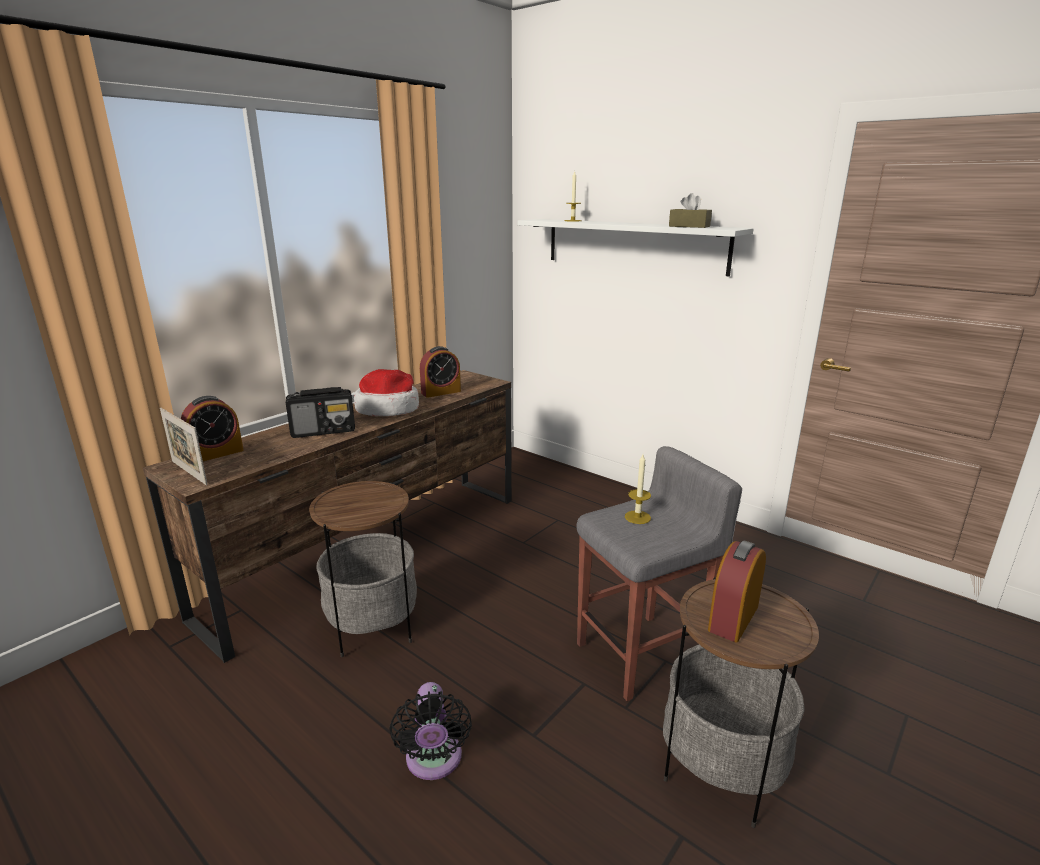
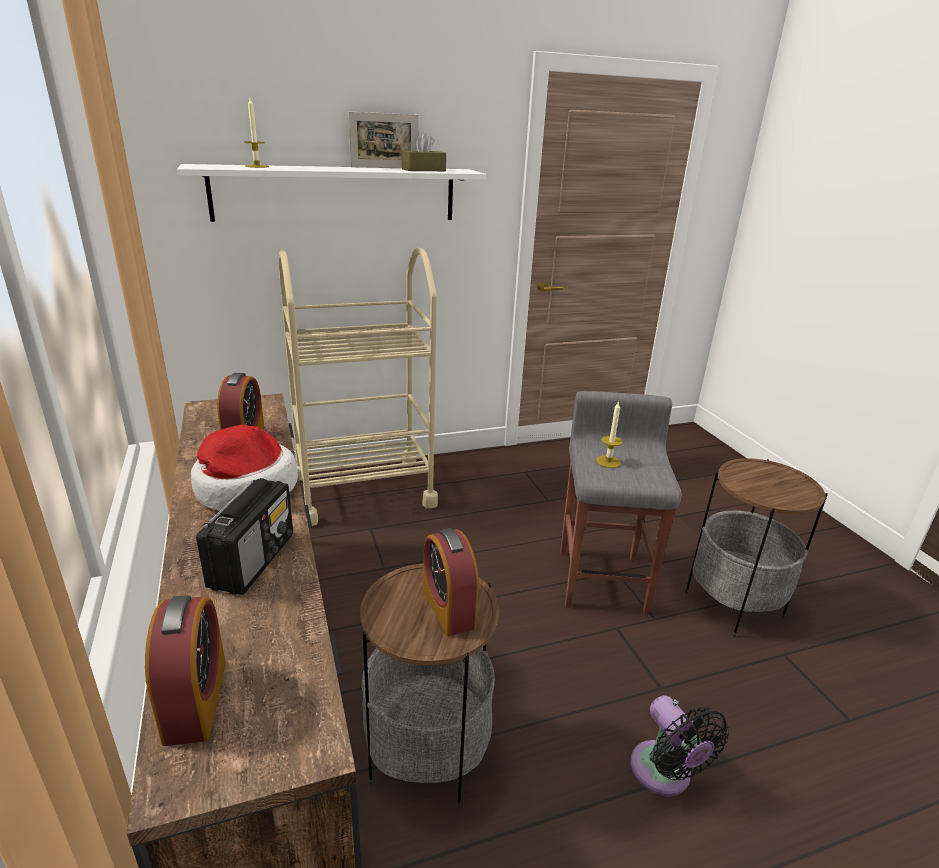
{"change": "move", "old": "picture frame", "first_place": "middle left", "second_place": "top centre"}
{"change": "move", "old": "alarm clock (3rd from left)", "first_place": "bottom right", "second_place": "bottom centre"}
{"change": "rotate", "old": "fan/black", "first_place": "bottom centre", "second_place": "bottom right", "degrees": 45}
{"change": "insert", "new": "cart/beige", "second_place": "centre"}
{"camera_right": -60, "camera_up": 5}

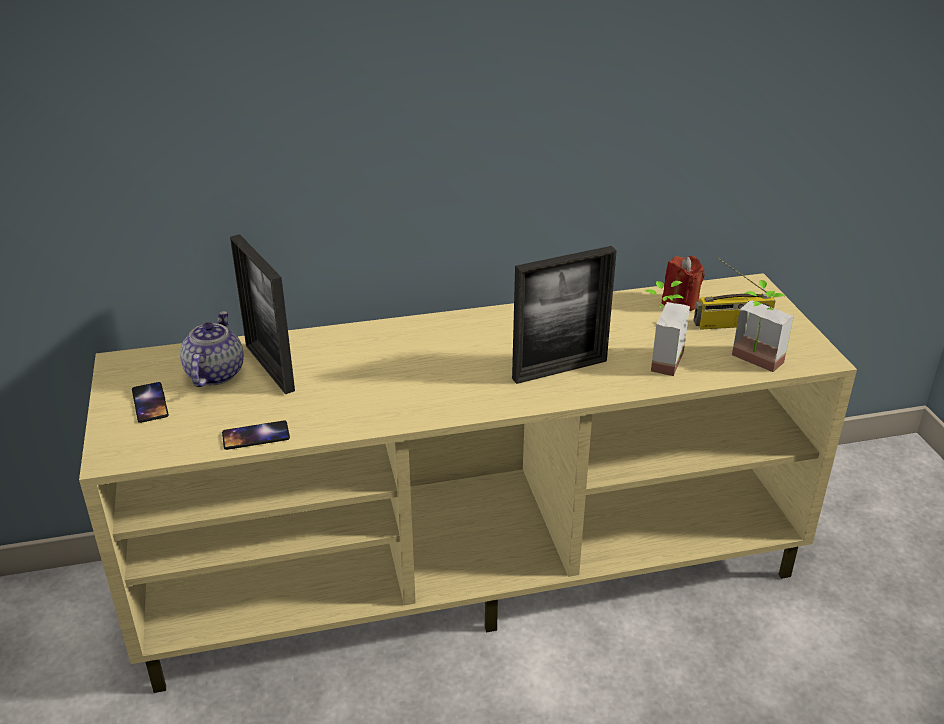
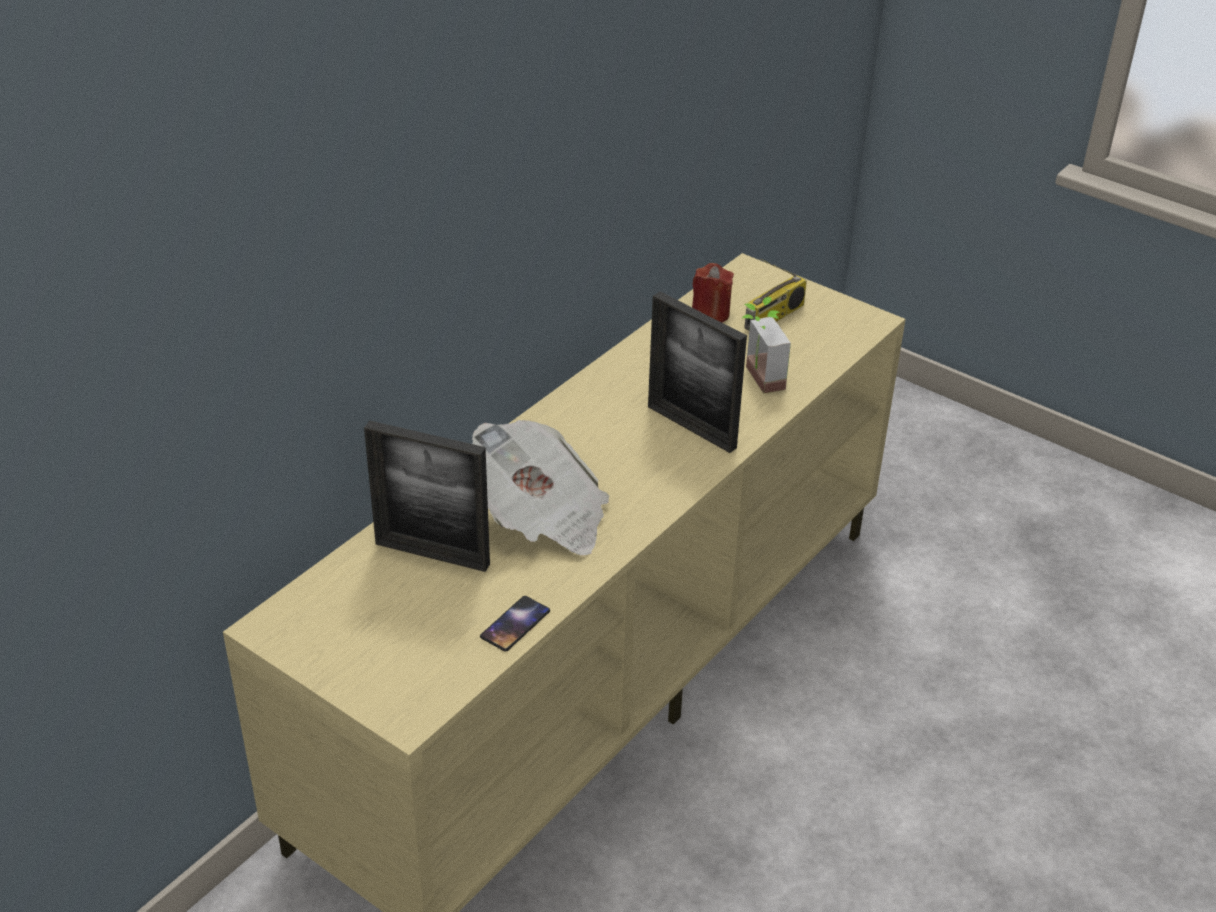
{"change": "rotate", "old": "picture frame (2nd from left)", "first_place": "centre", "second_place": "centre", "degrees": 105}
{"change": "delete", "old": "potted plant (2nd from left)", "first_place": "middle right"}
{"change": "delete", "old": "teapot", "first_place": "middle left"}
{"change": "delete", "old": "phone (1st from left)", "first_place": "middle left"}
{"change": "insert", "new": "newspaper", "second_place": "centre"}
{"camera_right": -40, "camera_up": 5}

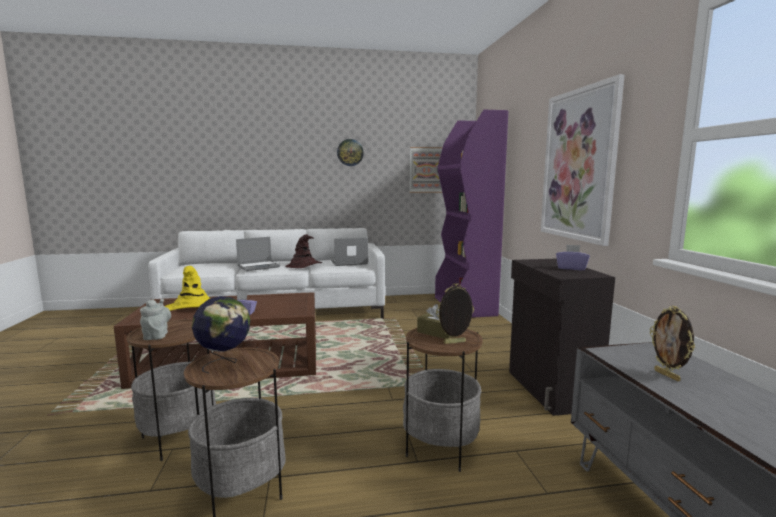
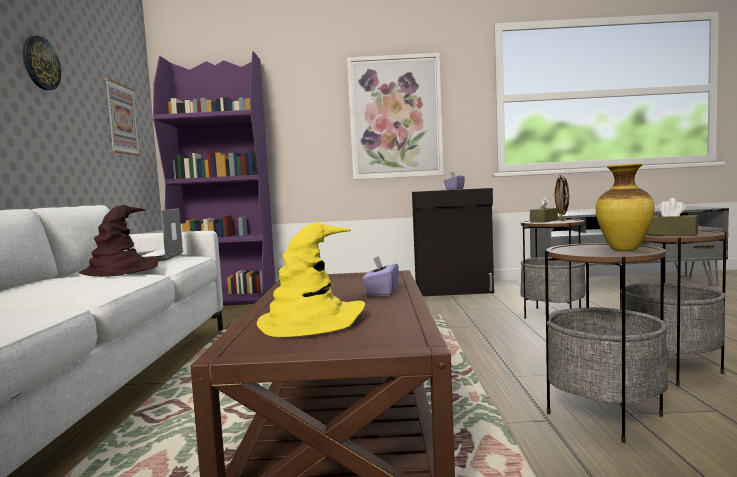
{"change": "delete", "old": "laptop (1st from left)", "first_place": "middle left"}
{"change": "replace", "old": "globe", "new": "tissue box/brown (2nd from left)", "first_place": "middle left", "second_place": "middle right"}
{"change": "replace", "old": "teapot/grey", "new": "vase", "first_place": "middle left", "second_place": "middle right"}
{"change": "delete", "old": "picture frame (2nd from left)", "first_place": "middle right"}
{"camera_right": -80, "camera_up": -5}

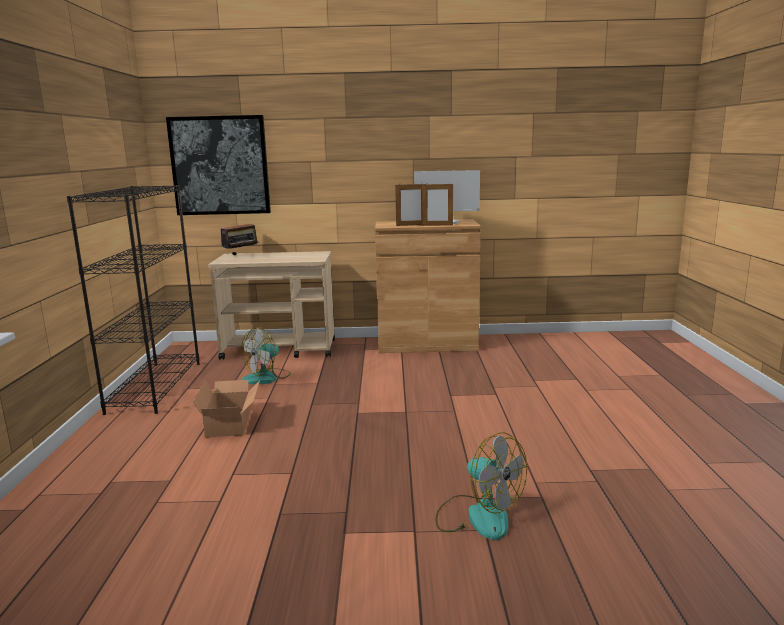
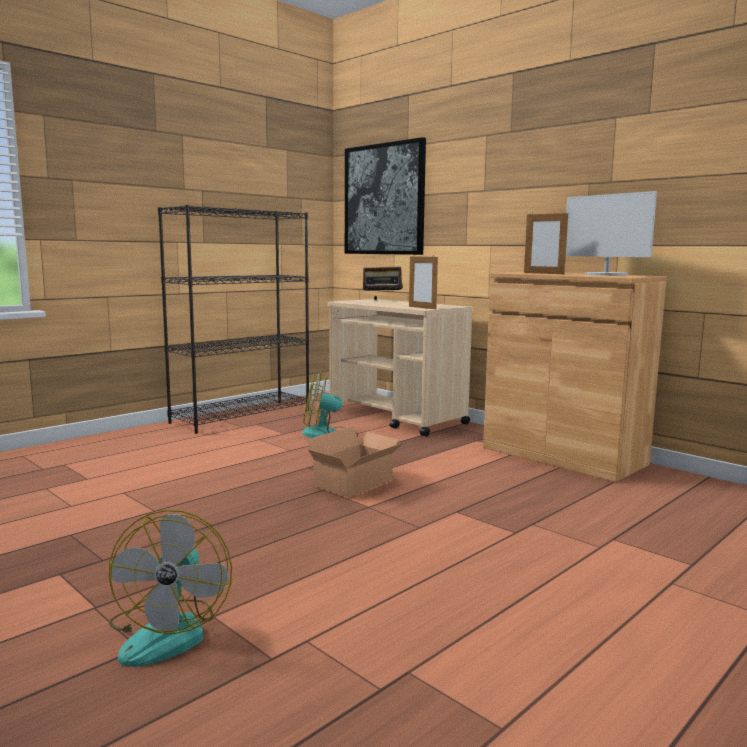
{"change": "move", "old": "picture frame (2nd from left in the first image)", "new": "picture frame (1st from left)", "first_place": "top centre", "second_place": "centre"}
{"change": "move", "old": "cardboard box", "first_place": "middle left", "second_place": "centre"}
{"camera_right": 45, "camera_up": -5}

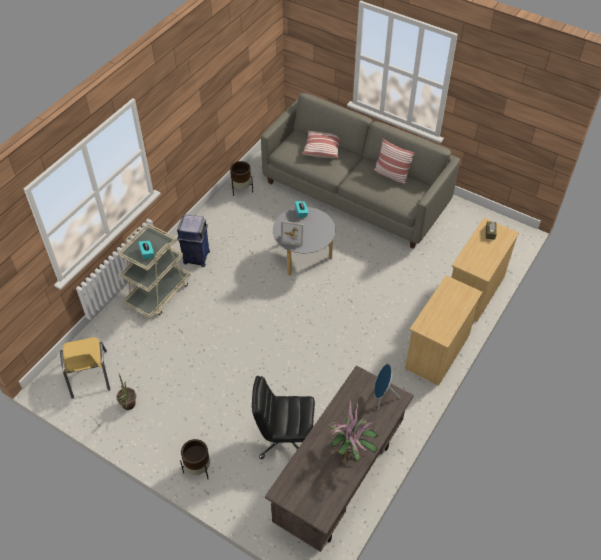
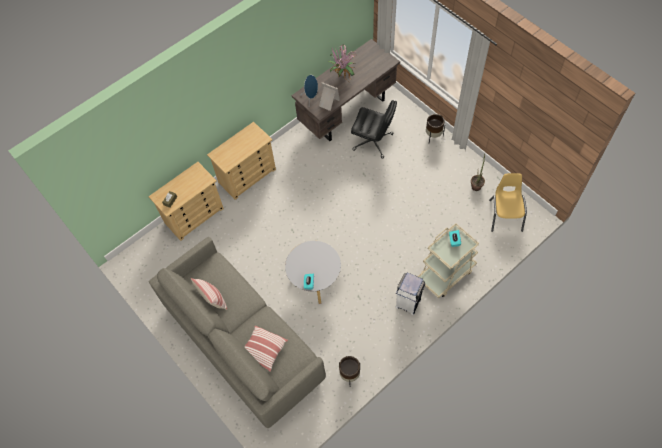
{"change": "recolor", "old": "trash can/blue", "new": "trash can/white", "first_place": "middle left", "second_place": "centre"}
{"change": "move", "old": "picture frame", "first_place": "centre", "second_place": "top centre"}
{"camera_right": -160, "camera_up": 10}

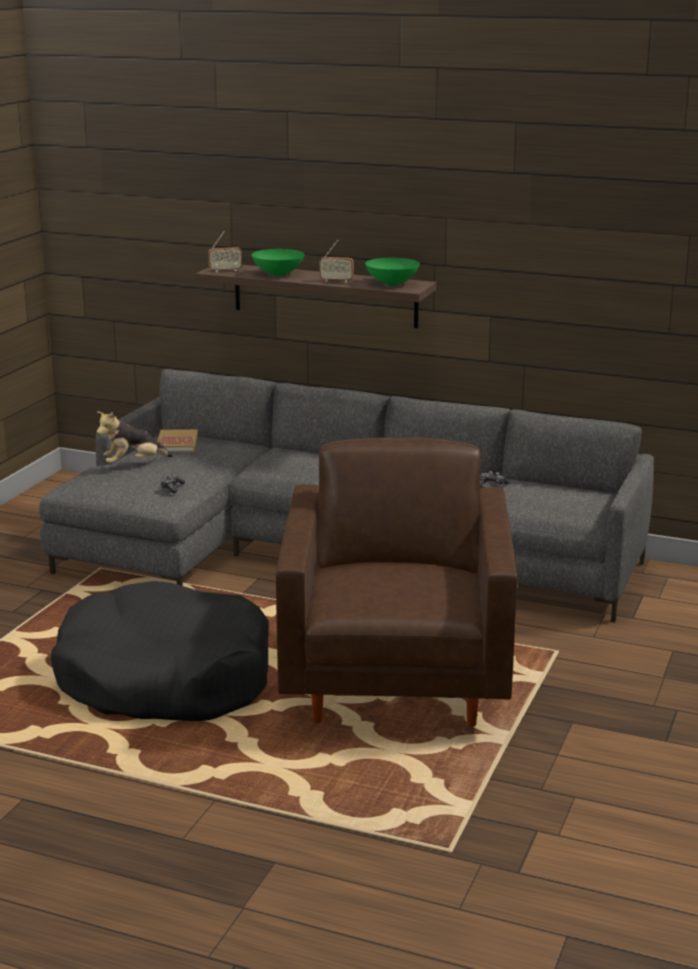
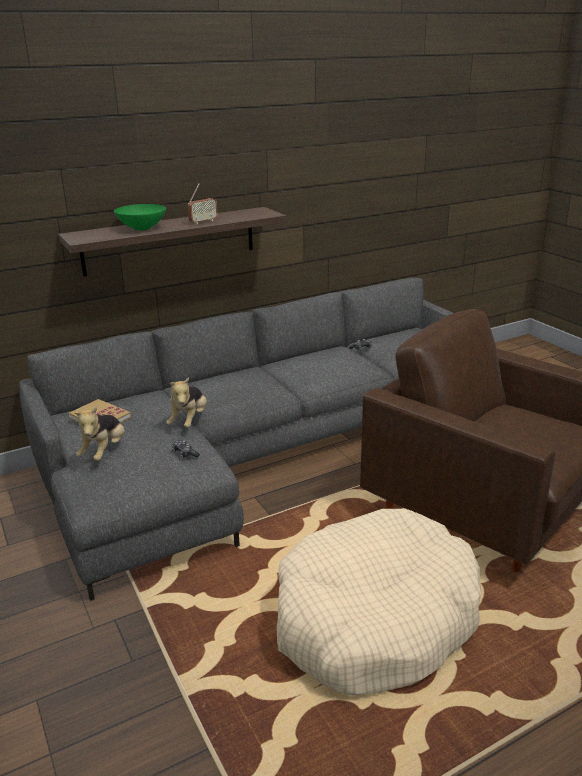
{"change": "delete", "old": "radio (1st from left)", "first_place": "top left"}
{"change": "delete", "old": "bowl/green (2nd from left)", "first_place": "top centre"}
{"change": "recolor", "old": "dog bed/black", "new": "dog bed/beige", "first_place": "bottom left", "second_place": "bottom centre"}
{"change": "insert", "new": "plush toy (2nd from left)", "second_place": "middle left"}
{"camera_right": -50, "camera_up": 5}

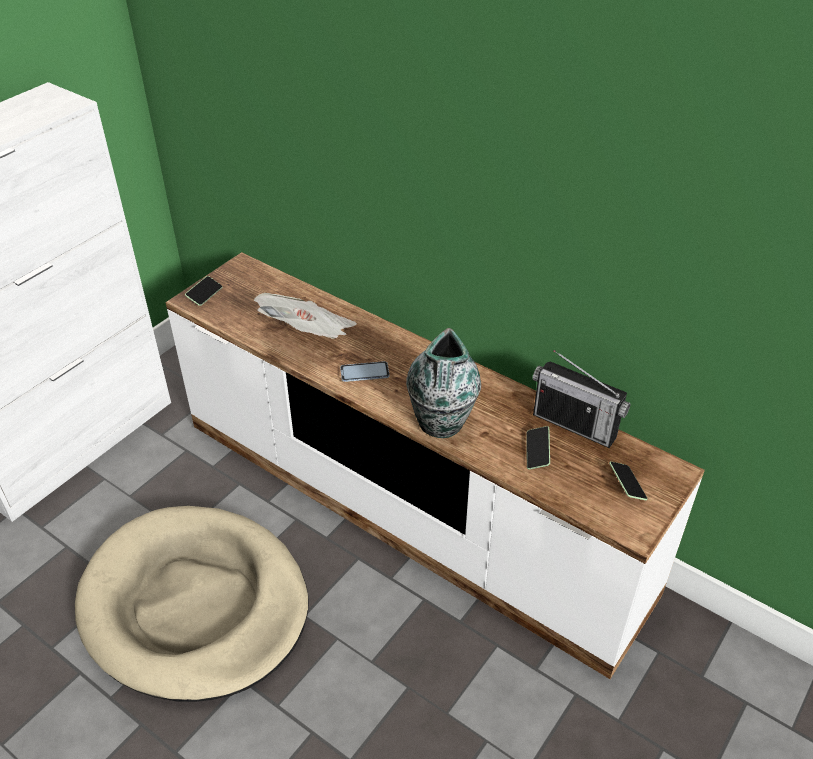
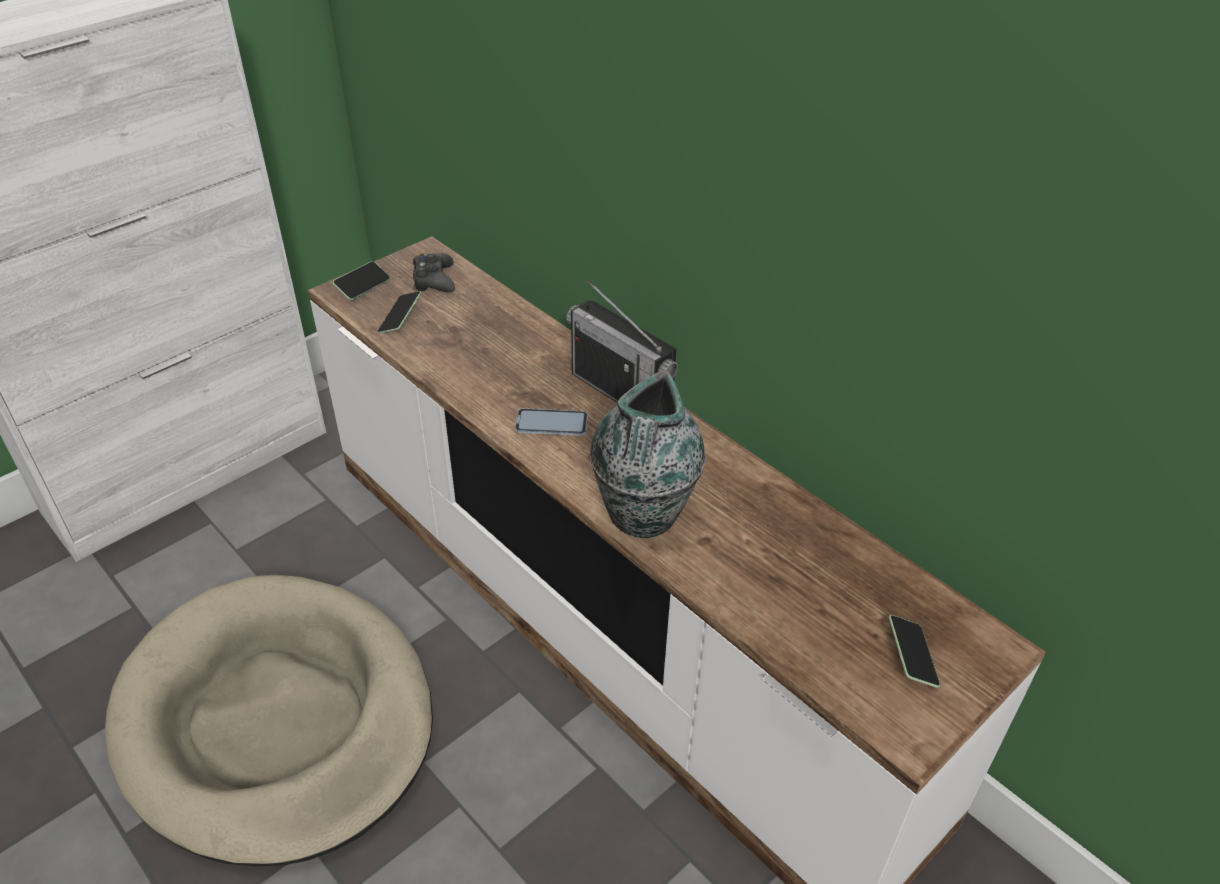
{"change": "delete", "old": "newspaper", "first_place": "centre"}
{"change": "move", "old": "radio", "first_place": "middle right", "second_place": "centre"}
{"change": "move", "old": "phone (3rd from left in the first image)", "new": "phone (2nd from left)", "first_place": "centre", "second_place": "middle left"}
{"change": "insert", "new": "game controller/black", "second_place": "top centre"}
{"camera_right": 10, "camera_up": 0}

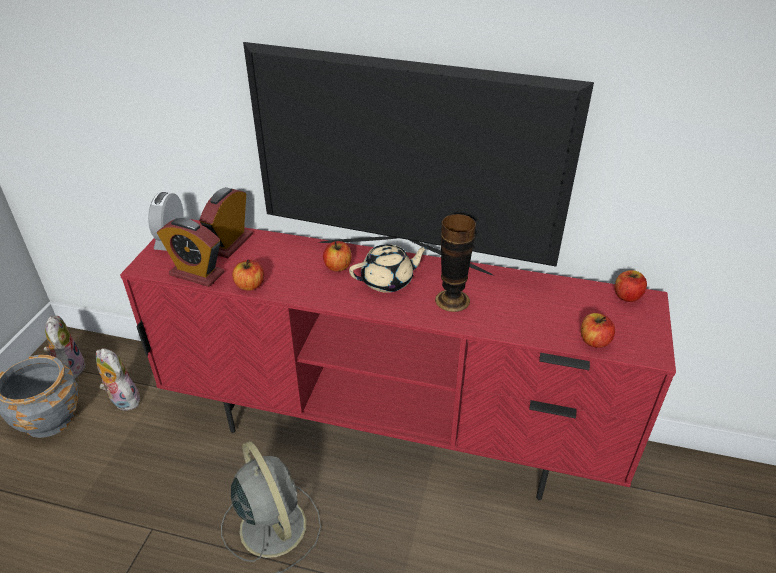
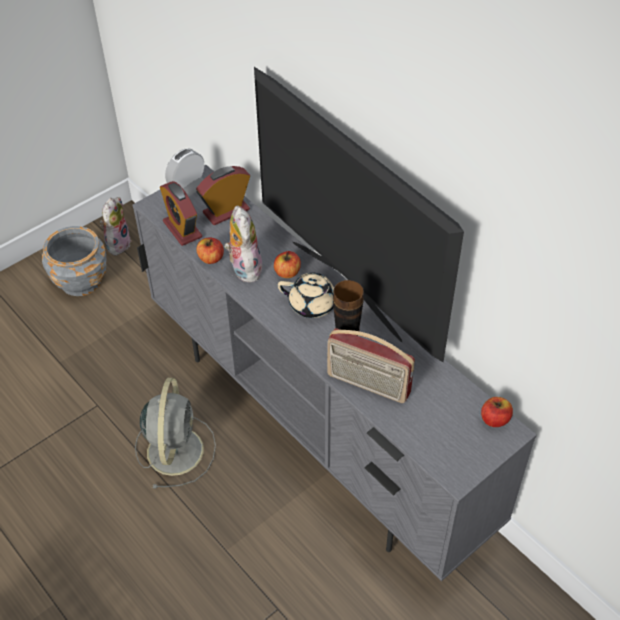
{"change": "recolor", "old": "tv stand/red", "new": "tv stand/grey", "first_place": "centre", "second_place": "centre"}
{"change": "delete", "old": "apple (3rd from left)", "first_place": "middle right"}
{"change": "move", "old": "plush toy (2nd from left)", "first_place": "middle left", "second_place": "centre"}
{"change": "insert", "new": "radio", "second_place": "centre"}
{"camera_right": 35, "camera_up": 10}

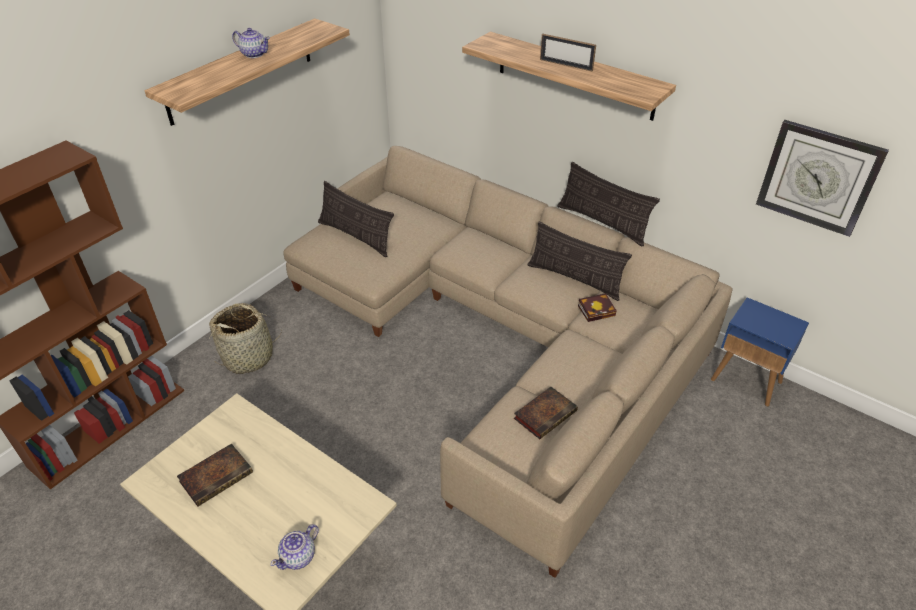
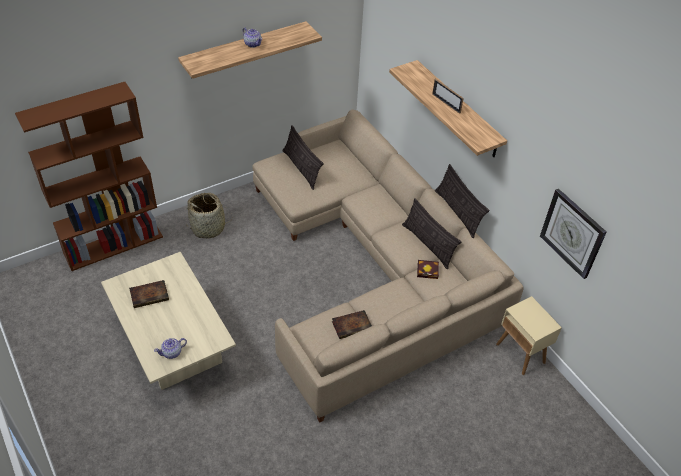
{"change": "recolor", "old": "side table/blue", "new": "side table/beige", "first_place": "middle right", "second_place": "bottom right"}
{"camera_right": 20, "camera_up": 5}

